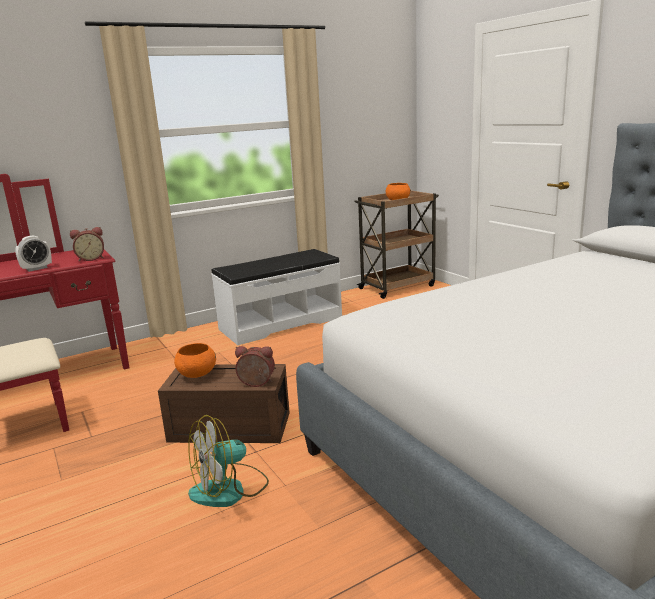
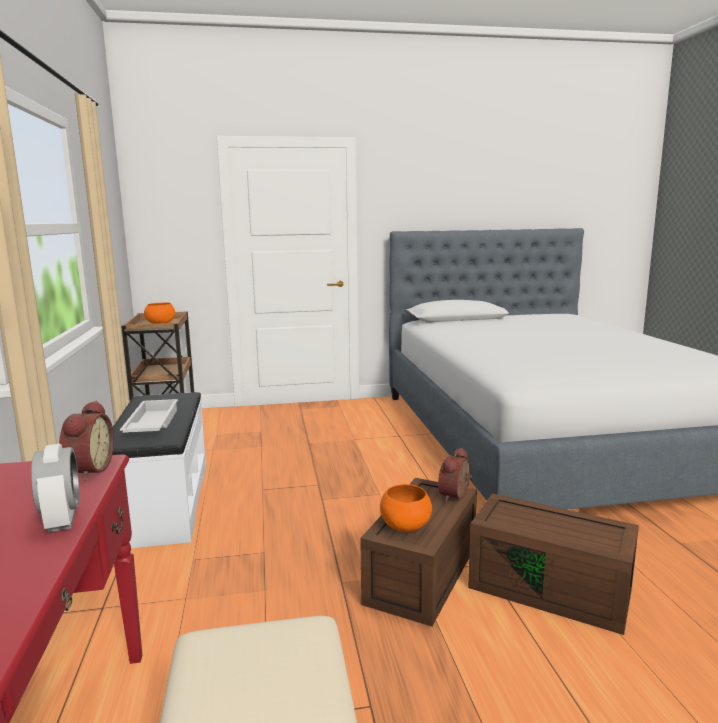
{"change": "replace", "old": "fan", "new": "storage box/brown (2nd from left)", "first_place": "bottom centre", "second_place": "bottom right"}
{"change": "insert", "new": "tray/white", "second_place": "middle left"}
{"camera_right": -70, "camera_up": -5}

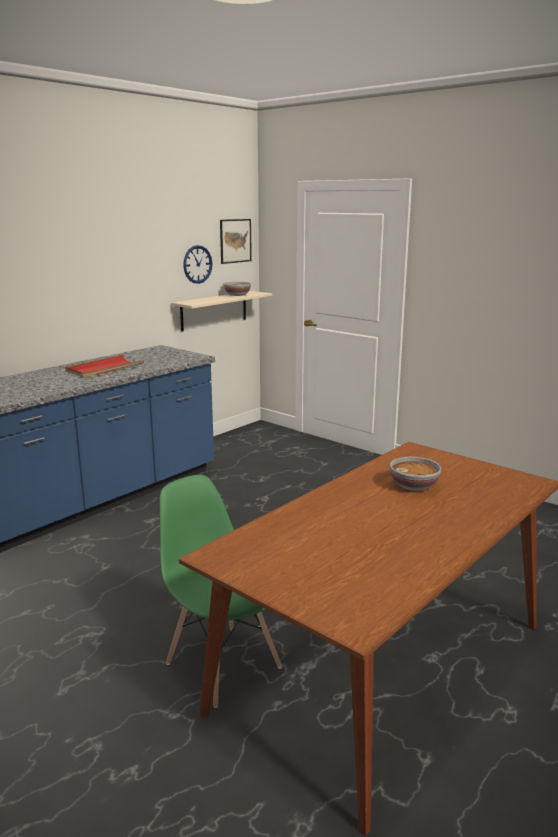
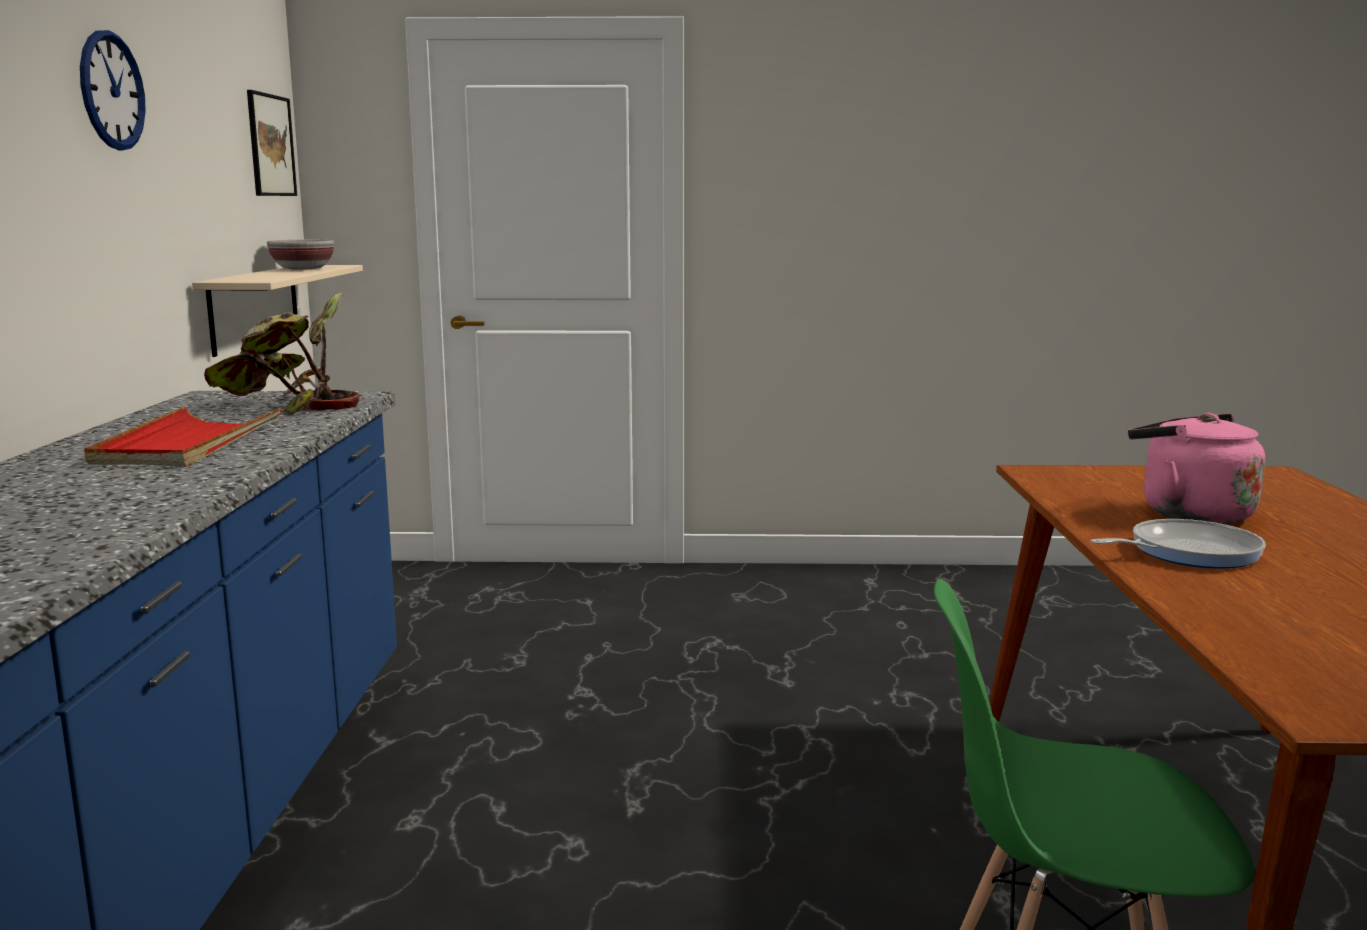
{"change": "move", "old": "wall clock", "first_place": "top centre", "second_place": "top left"}
{"change": "replace", "old": "bowl (2nd from left)", "new": "kettle/pink", "first_place": "middle right", "second_place": "middle right"}
{"change": "insert", "new": "potted plant", "second_place": "middle left"}
{"change": "insert", "new": "frying pan", "second_place": "middle right"}
{"camera_right": -40, "camera_up": -5}

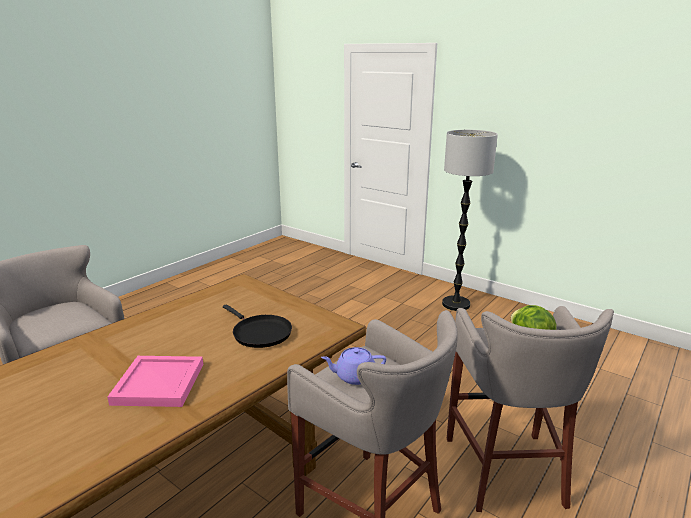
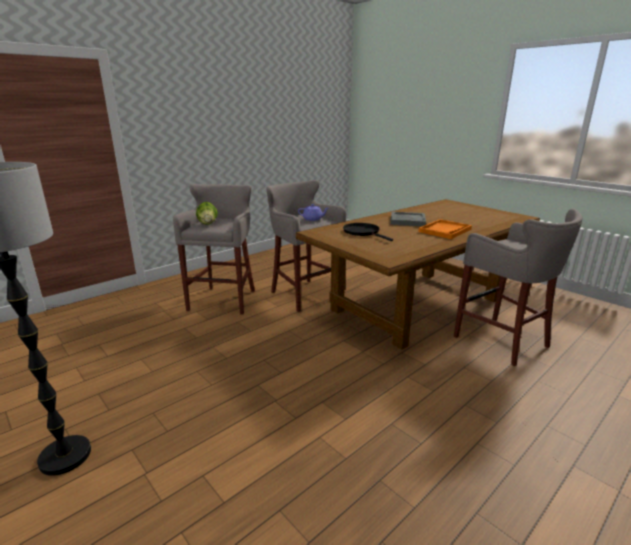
{"change": "recolor", "old": "tray/pink", "new": "tray/grey", "first_place": "bottom left", "second_place": "centre"}
{"change": "insert", "new": "tray/orange", "second_place": "middle right"}
{"camera_right": -170, "camera_up": 0}

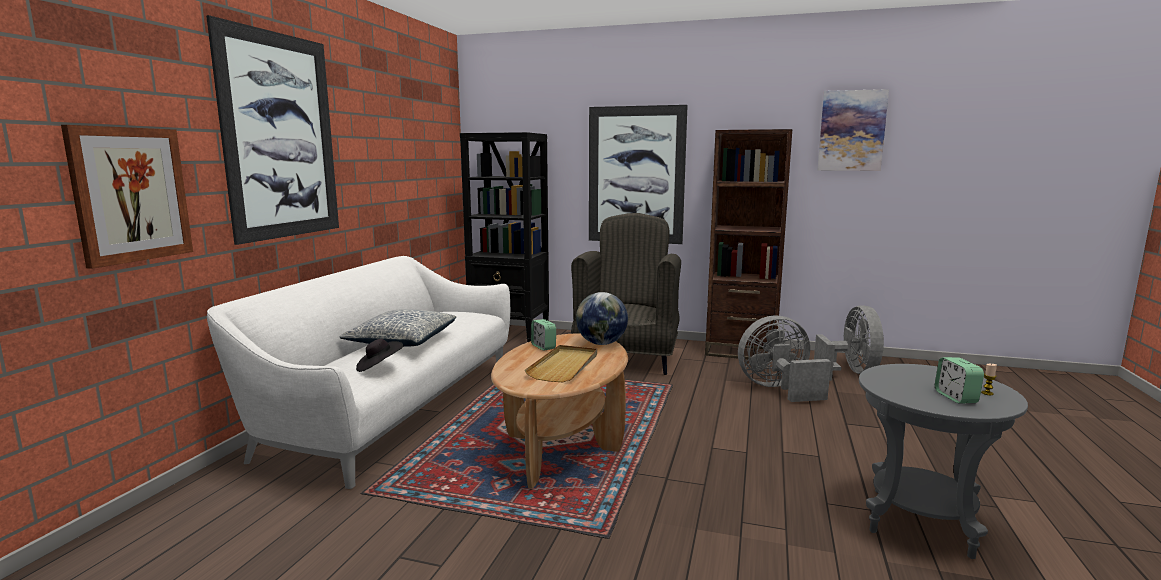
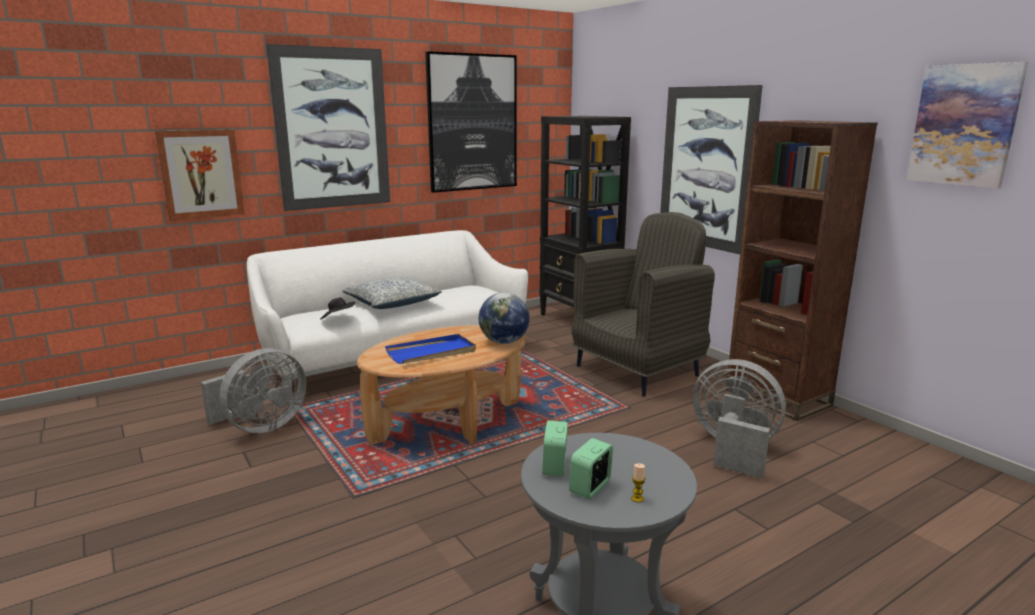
{"change": "move", "old": "fan/grey (2nd from left in the first image)", "new": "fan/grey (1st from left)", "first_place": "middle right", "second_place": "middle left"}
{"change": "move", "old": "alarm clock (1st from left)", "first_place": "centre", "second_place": "bottom centre"}
{"change": "recolor", "old": "tray/beige", "new": "tray/blue", "first_place": "centre", "second_place": "centre"}
{"change": "insert", "new": "picture (3rd from left)", "second_place": "top centre"}
{"camera_right": 40, "camera_up": 5}

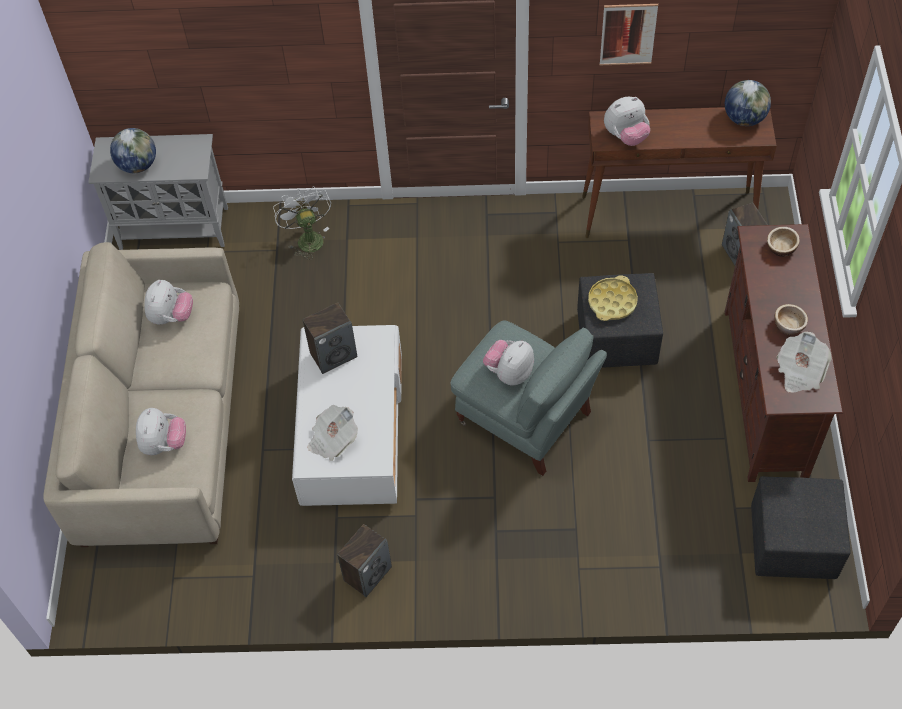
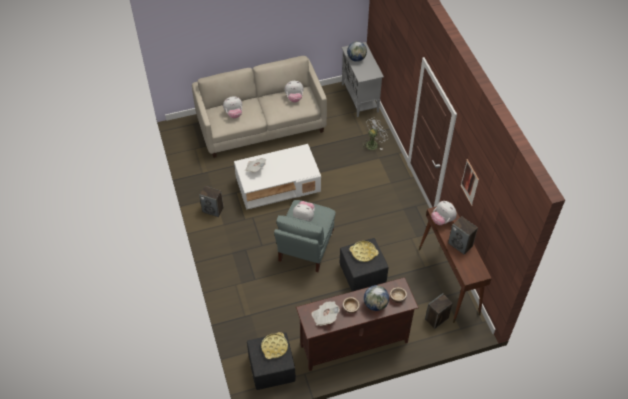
{"change": "move", "old": "globe (2nd from left)", "first_place": "top right", "second_place": "bottom centre"}
{"change": "move", "old": "speaker (1st from left in the first image)", "new": "speaker (3rd from left)", "first_place": "centre", "second_place": "middle right"}
{"change": "insert", "new": "tray/yellow (1st from left)", "second_place": "bottom centre"}
{"camera_right": 70, "camera_up": -5}

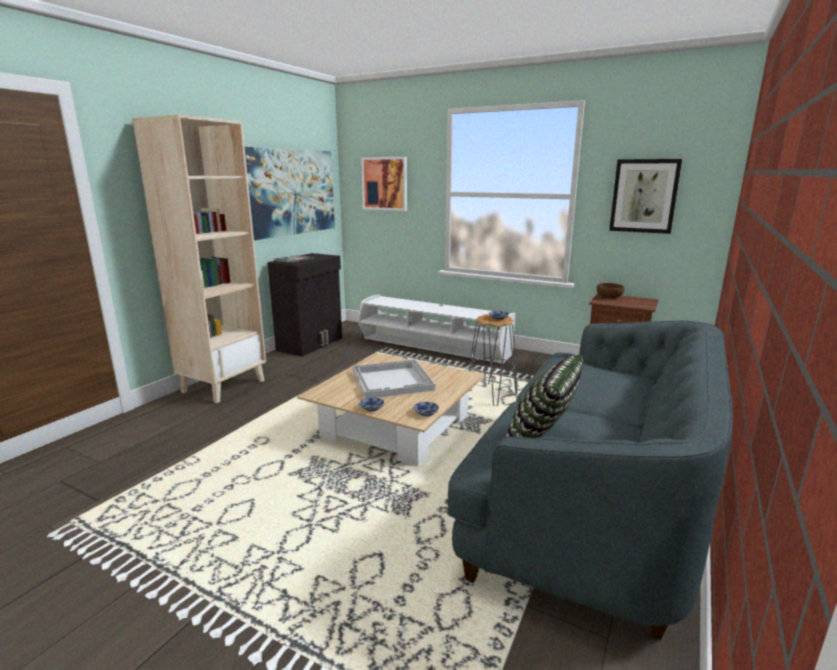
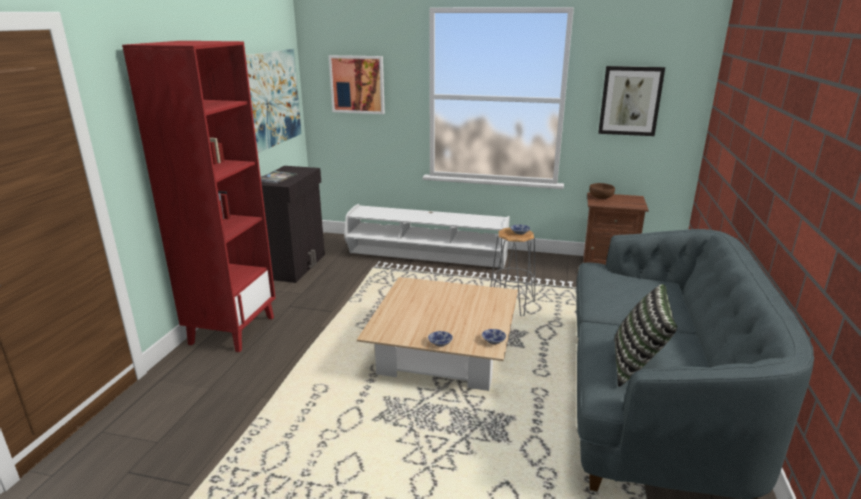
{"change": "recolor", "old": "bookcase/beige", "new": "bookcase/red", "first_place": "middle left", "second_place": "middle left"}
{"change": "delete", "old": "tray/white", "first_place": "centre"}
{"camera_right": -15, "camera_up": 5}

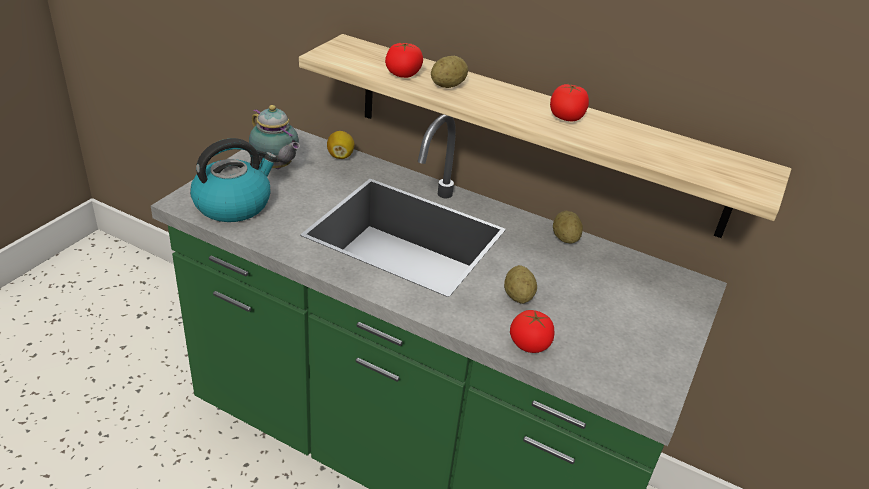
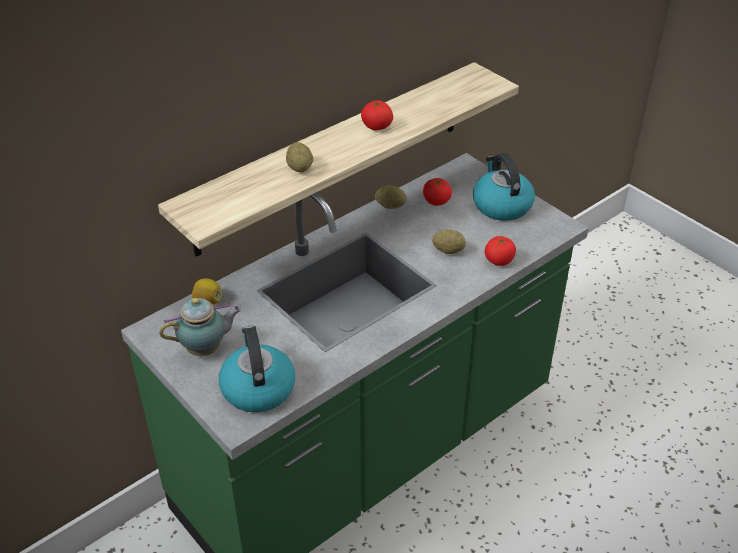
{"change": "move", "old": "tomato (1st from left in the first image)", "new": "tomato (2nd from left)", "first_place": "top centre", "second_place": "centre"}
{"change": "insert", "new": "kettle (2nd from left)", "second_place": "middle right"}
{"camera_right": -65, "camera_up": 5}

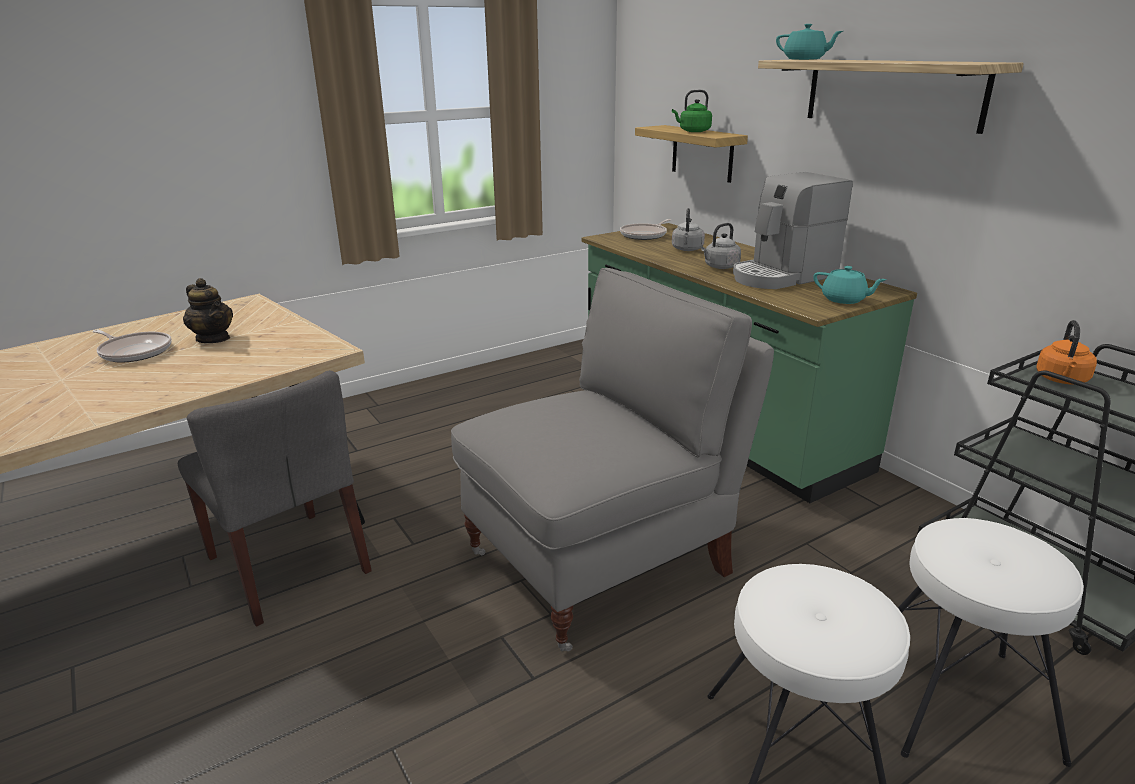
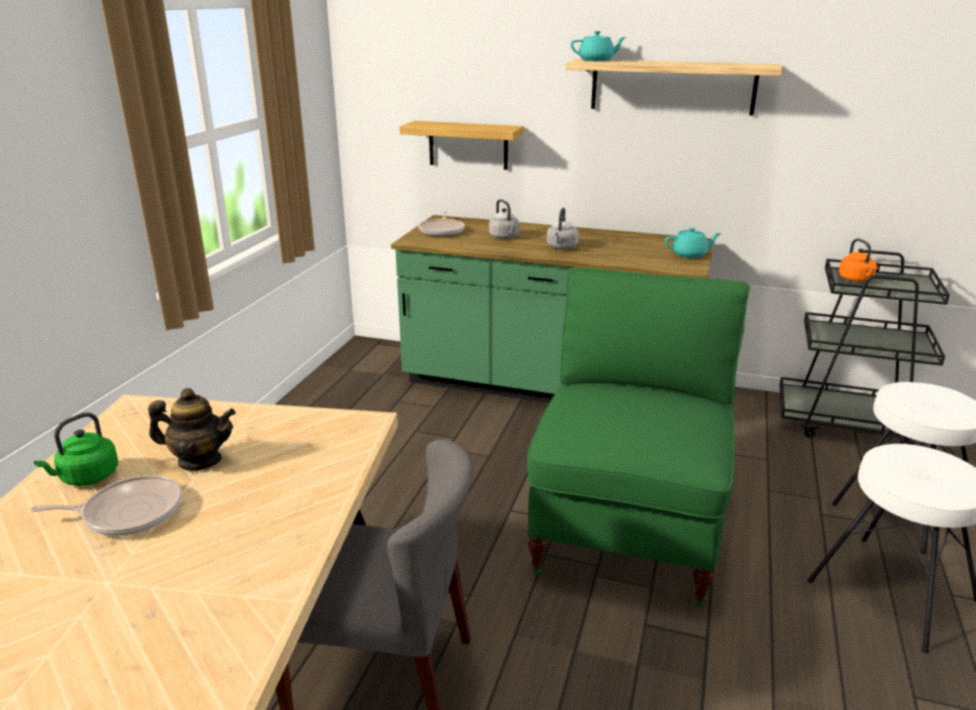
{"change": "move", "old": "kettle/green", "first_place": "top centre", "second_place": "middle left"}
{"change": "delete", "old": "coffee machine", "first_place": "top right"}
{"change": "recolor", "old": "chair/grey (2nd from left)", "new": "chair/green", "first_place": "centre", "second_place": "centre"}
{"camera_right": -40, "camera_up": 0}

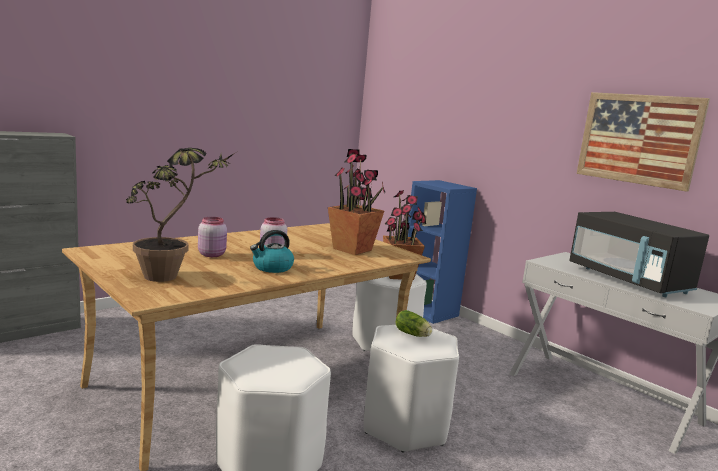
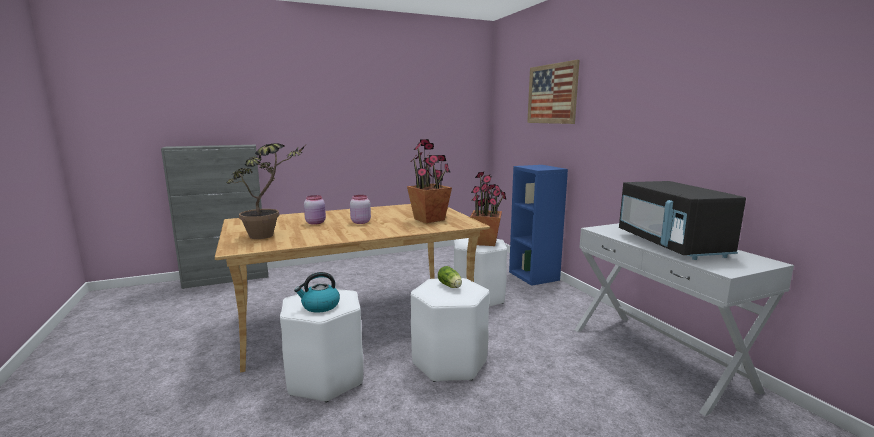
{"change": "move", "old": "picture", "first_place": "top right", "second_place": "top centre"}
{"change": "move", "old": "kettle", "first_place": "centre", "second_place": "bottom centre"}
{"camera_right": 20, "camera_up": 0}

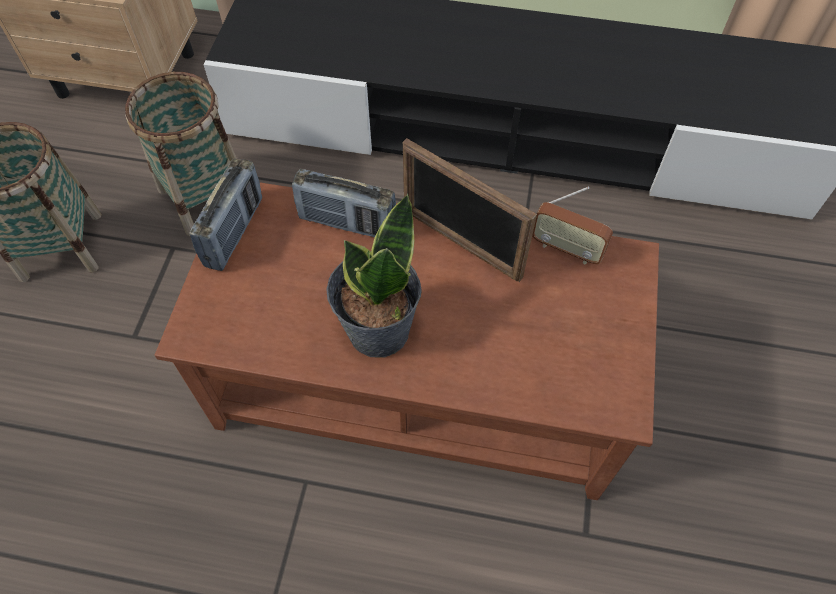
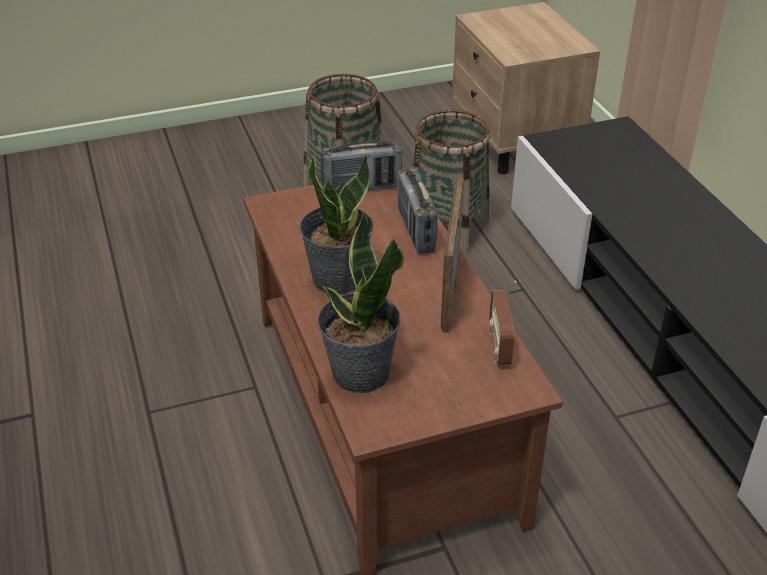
{"change": "insert", "new": "potted plant (2nd from left)", "second_place": "centre"}
{"camera_right": 60, "camera_up": -20}

